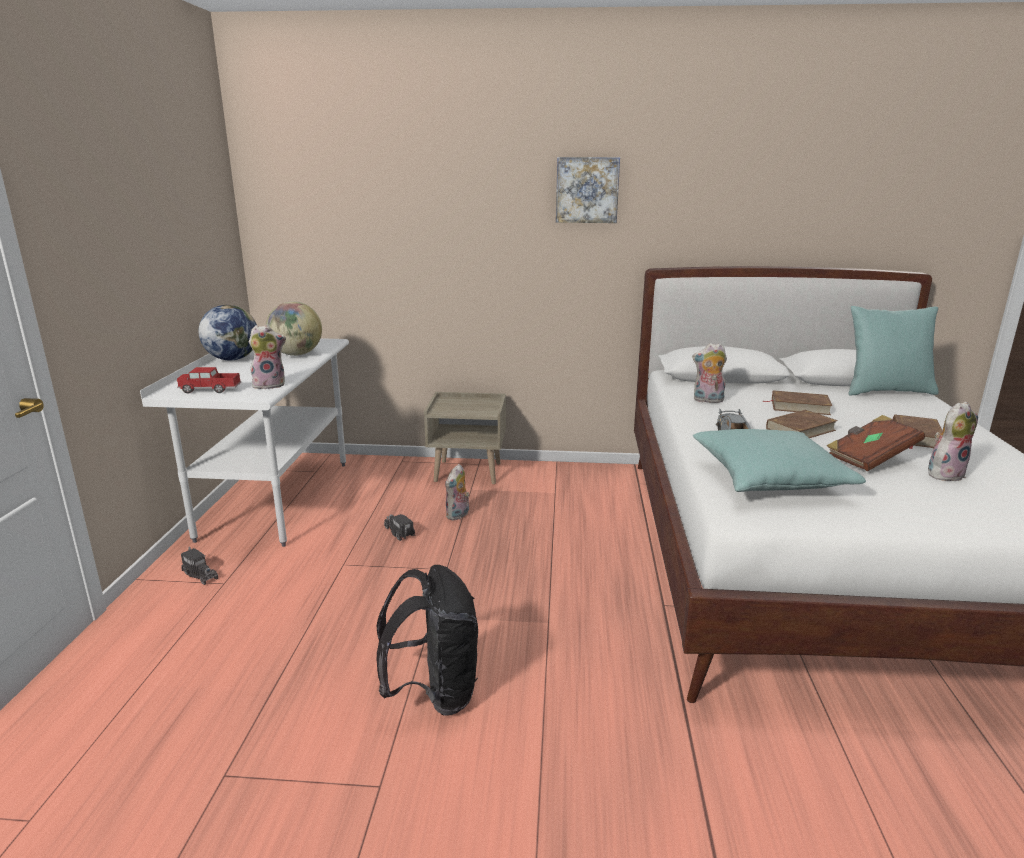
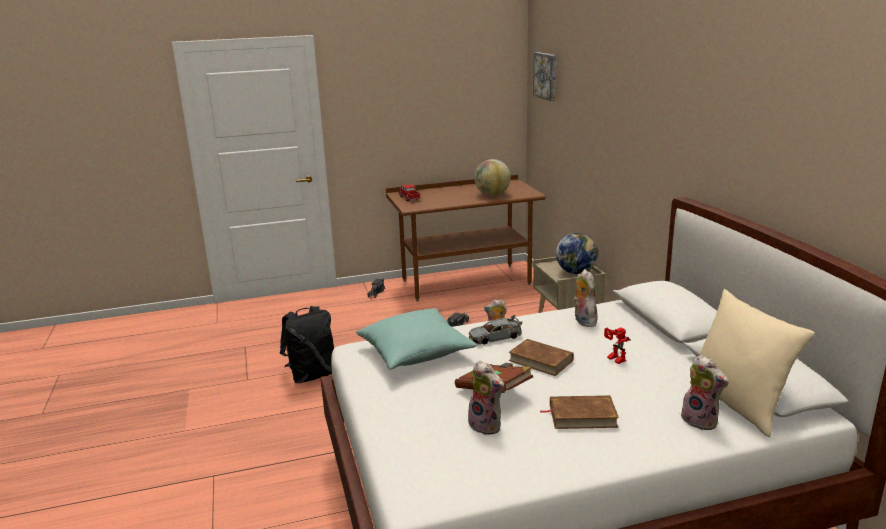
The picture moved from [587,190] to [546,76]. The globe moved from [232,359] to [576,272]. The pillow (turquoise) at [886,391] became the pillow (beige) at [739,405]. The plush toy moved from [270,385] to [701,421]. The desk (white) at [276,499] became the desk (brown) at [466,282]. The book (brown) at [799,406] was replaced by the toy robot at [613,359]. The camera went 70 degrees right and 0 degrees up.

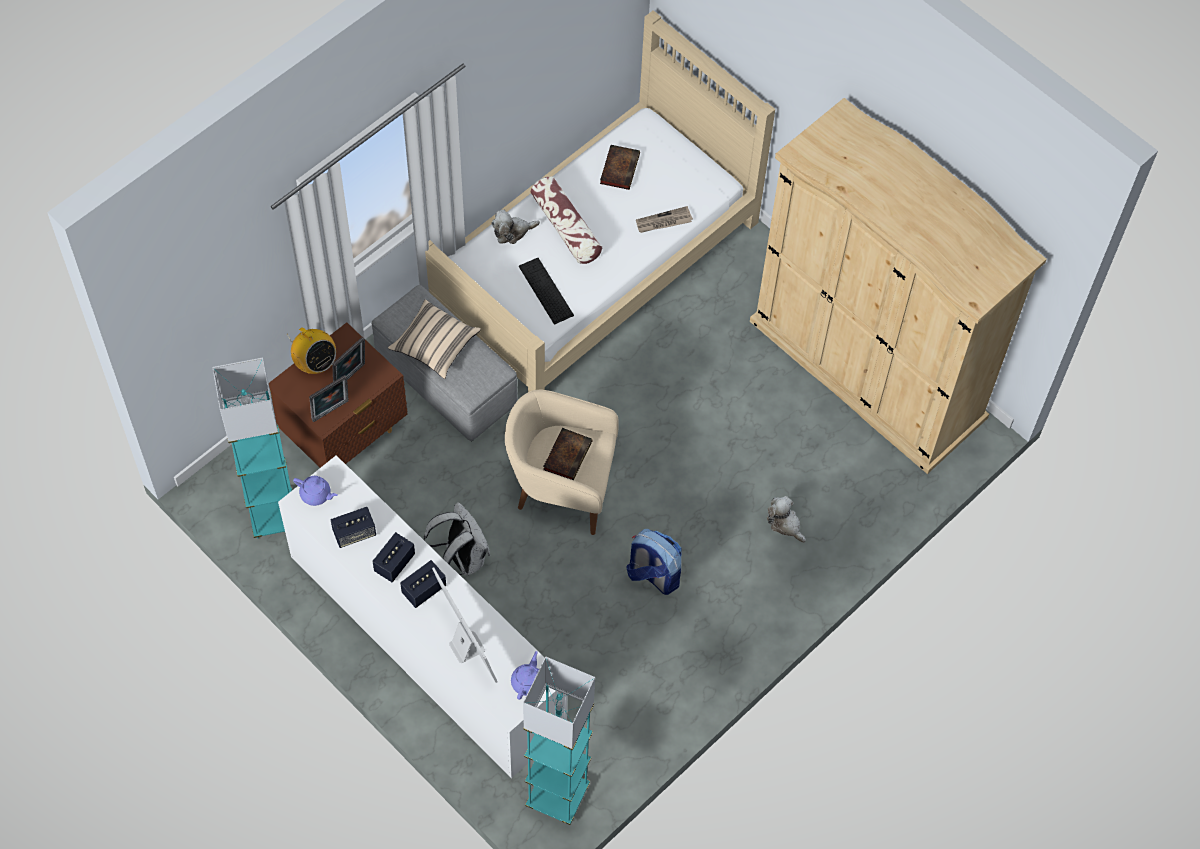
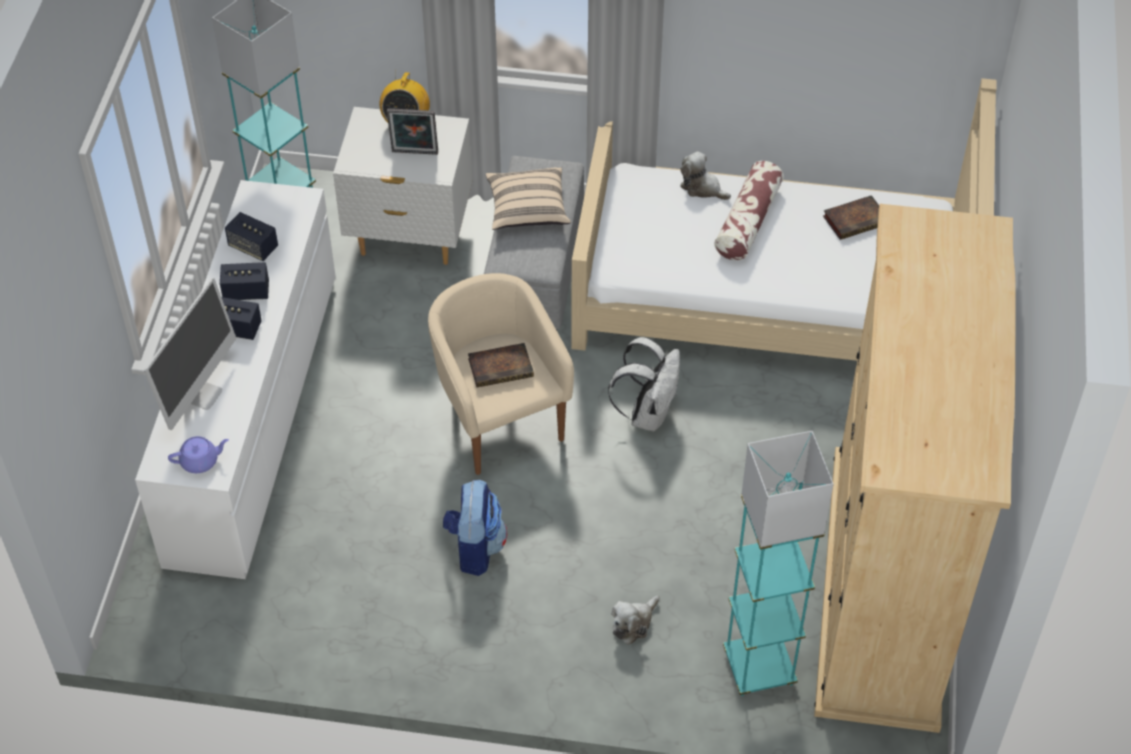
The newspaper at [663,222] disappeared. The keyboard at [546,291] disappeared. The nightstand (brown) at [344,437] became the nightstand (white) at [410,237]. The picture frame at [331,412] disappeared. The teapot (purple) at [316,494] disappeared. The plush toy at [785,524] turned 150 degrees counterclockwise. The backpack (white) moved from [462,558] to [648,413]. The floor lamp (turquoise) moved from [557,796] to [759,668]. The camera went 55 degrees right and 10 degrees down.

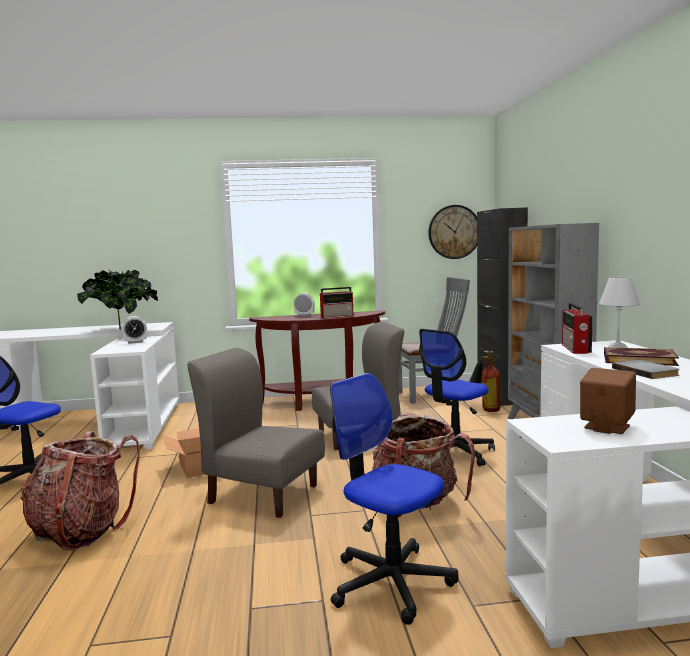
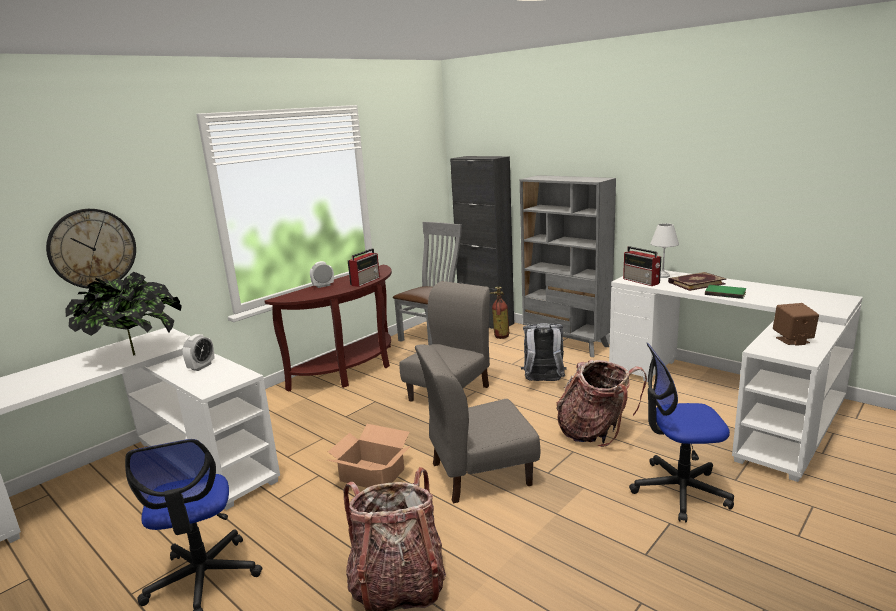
The wall clock moved from [454,232] to [92,248]. The office chair at [454,453] was replaced by the backpack (grey) at [543,382]. The book (grey) at [646,371] became the book (green) at [725,293]. The camera went 40 degrees left and 10 degrees up.

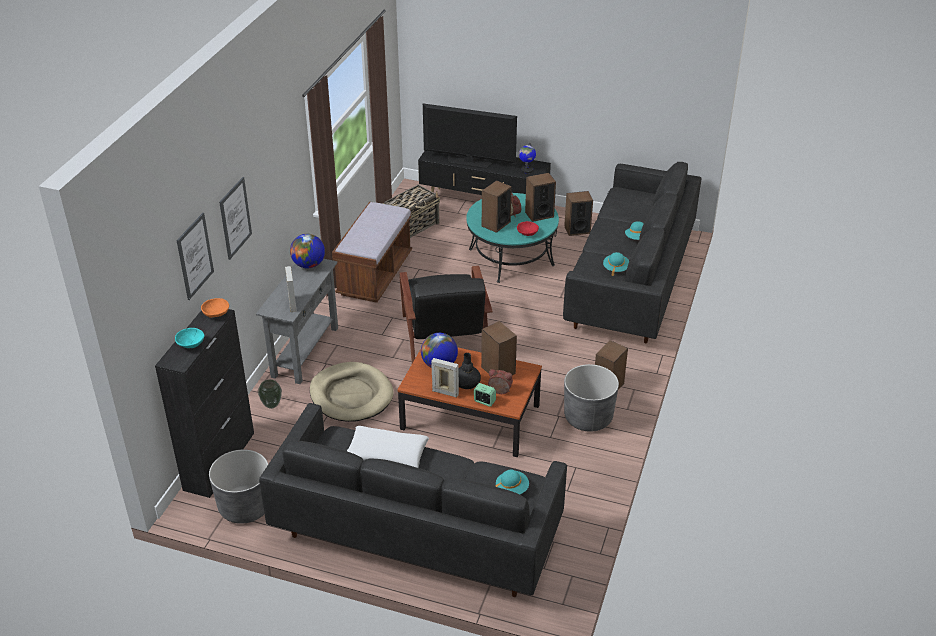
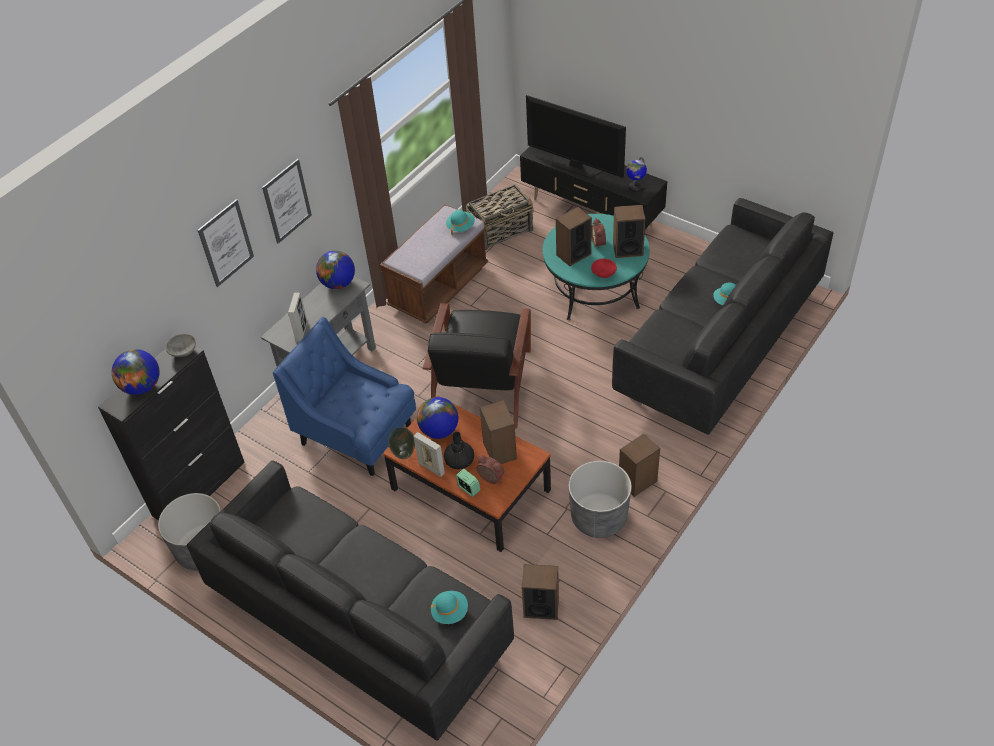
The speaker moved from [577,229] to [541,607]. The picture moved from [195,256] to [287,201]. The hat (turquoise) moved from [615,268] to [460,227]. The bowl (orange) at [216,314] became the bowl (grey) at [183,352]. The bowl (turquoise) at [190,345] was replaced by the globe at [142,386]. The dog bed (beige) at [351,395] was replaced by the armchair (blue) at [357,435]. The vase moved from [271,405] to [403,454]. The pillow (white) at [387,454] disappeared. The camera went 20 degrees right and 10 degrees up.

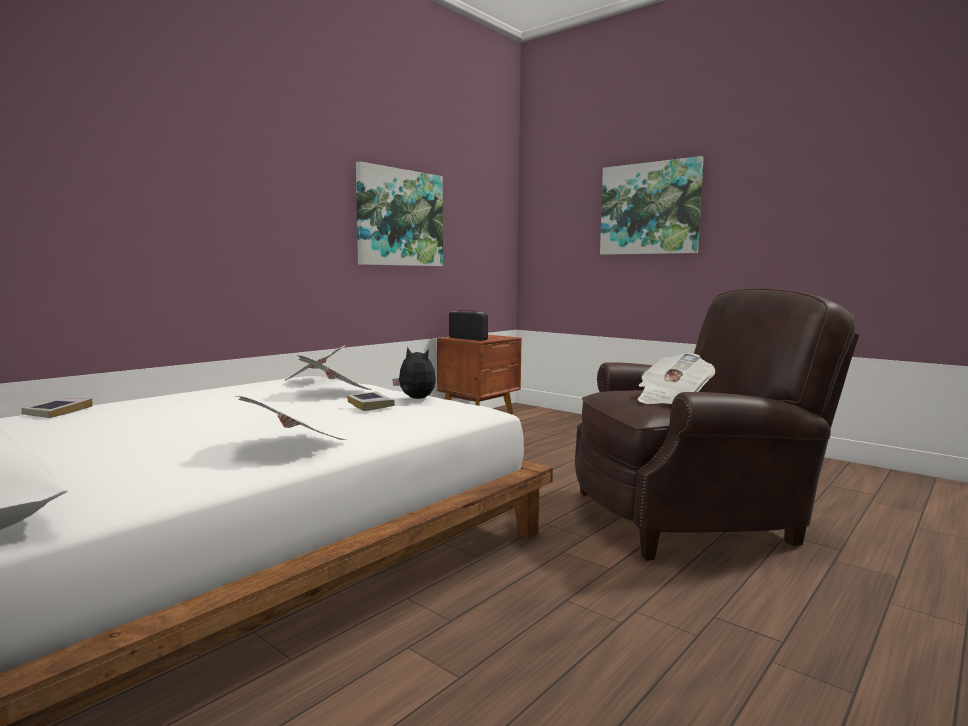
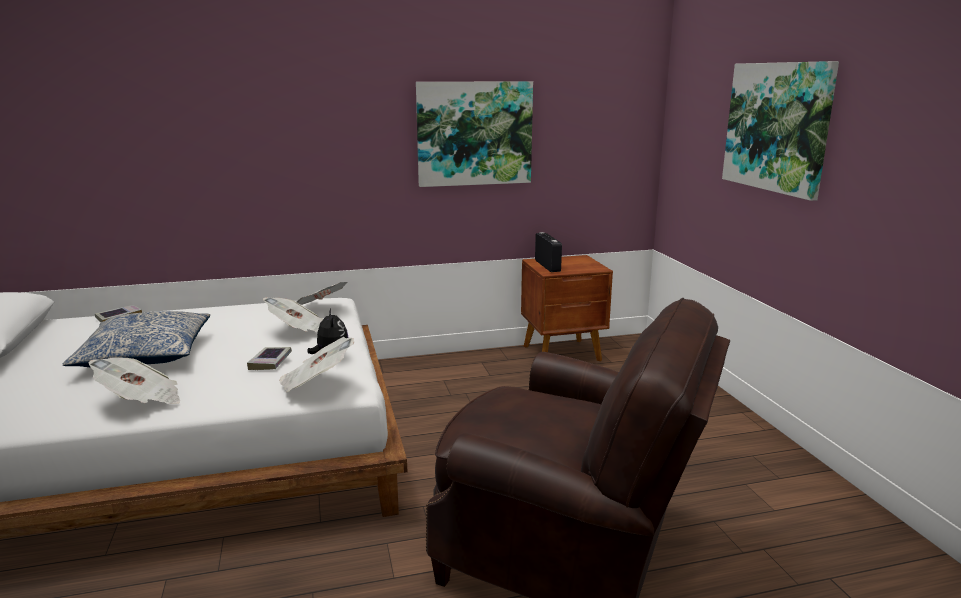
The newspaper moved from [671,399] to [316,382]. The pillow at [145,354] appeared. The camera went 35 degrees right and 10 degrees up.

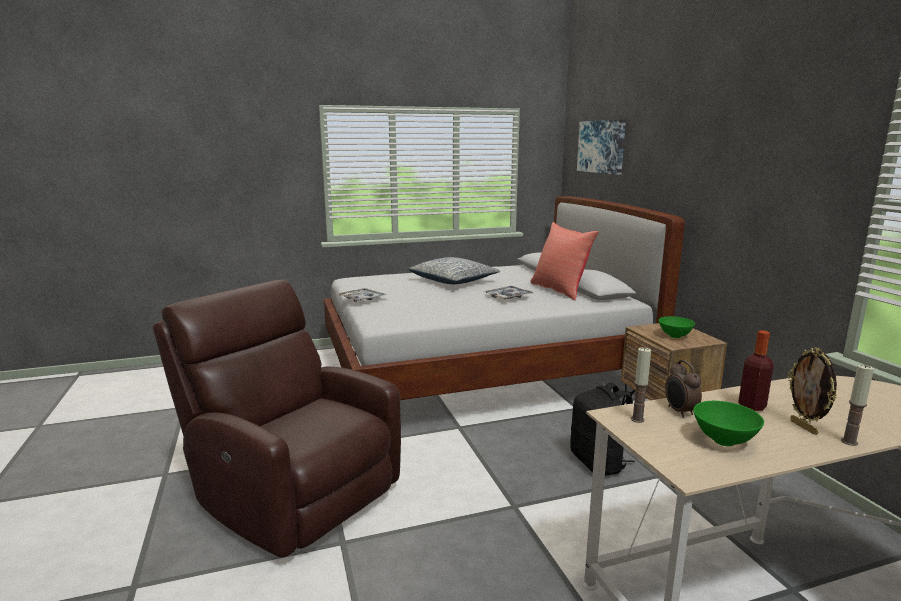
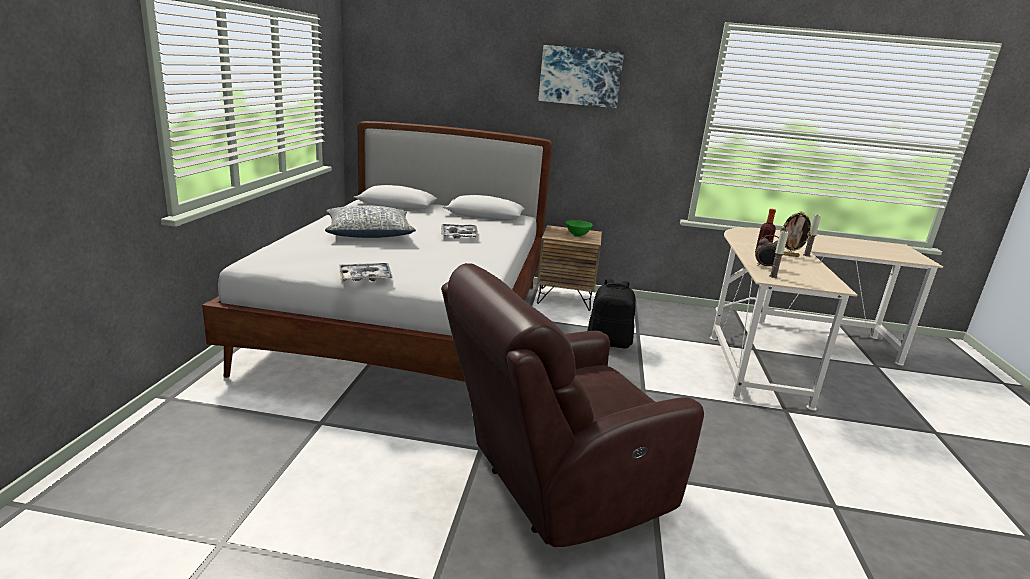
The picture moved from [602,146] to [580,76]. The pillow (red) at [560,290] disappeared. The bowl (green) at [723,441] disappeared. The camera went 65 degrees left and 5 degrees up.

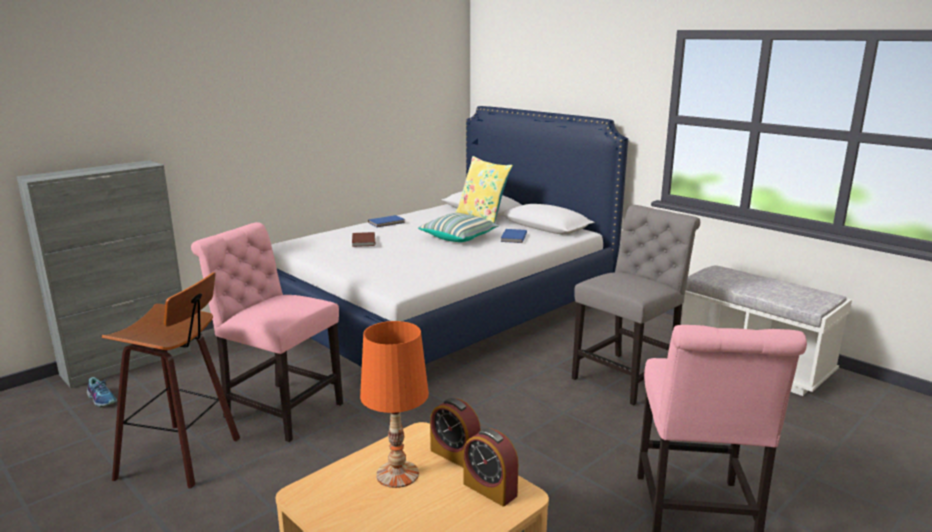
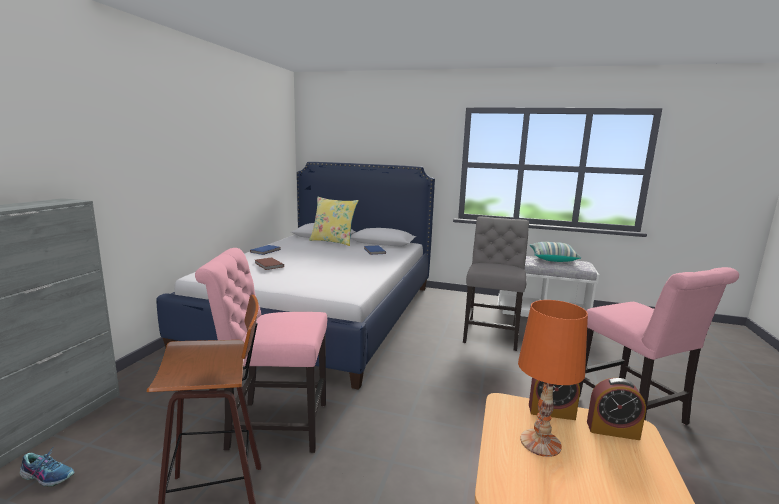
The pillow moved from [459,237] to [552,259]. The camera went 30 degrees left and 5 degrees down.

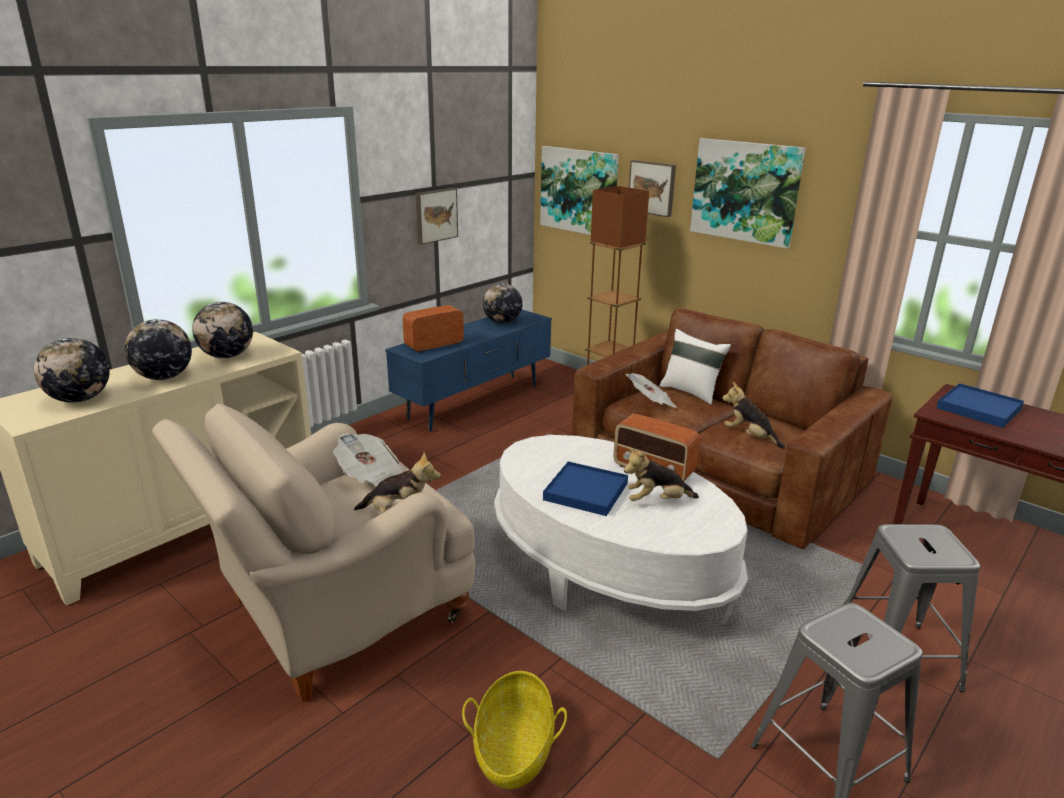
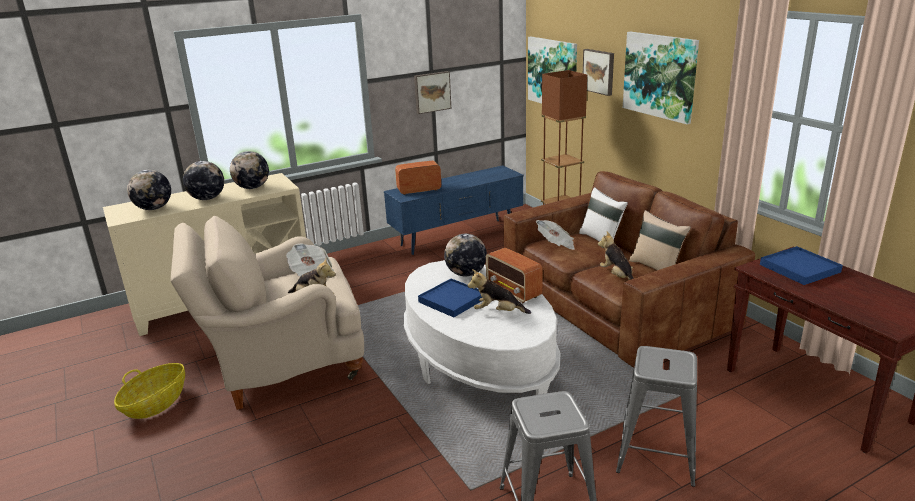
The globe moved from [502,322] to [466,274]. The basket moved from [514,750] to [156,404]. The pillow (beige) at [656,267] appeared. The camera went 20 degrees right and 0 degrees up.

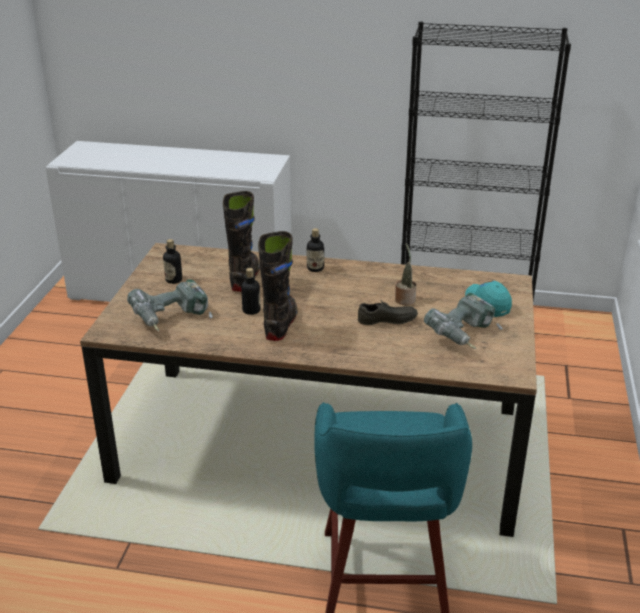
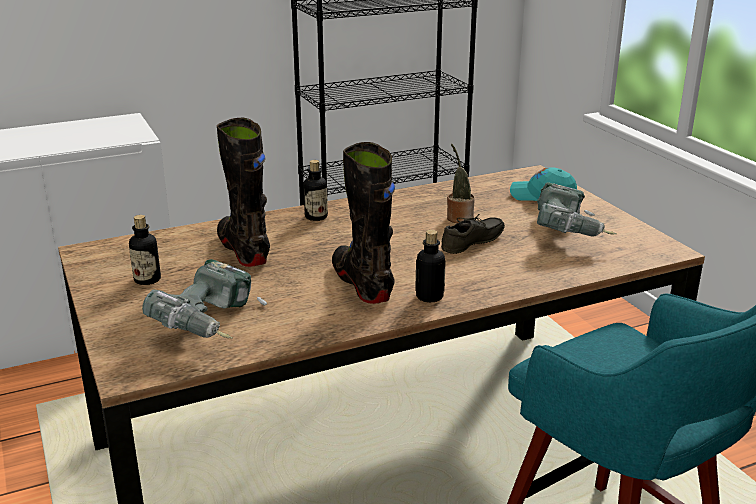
The bottle moved from [251,310] to [429,296]. The camera went 35 degrees left and 5 degrees down.

